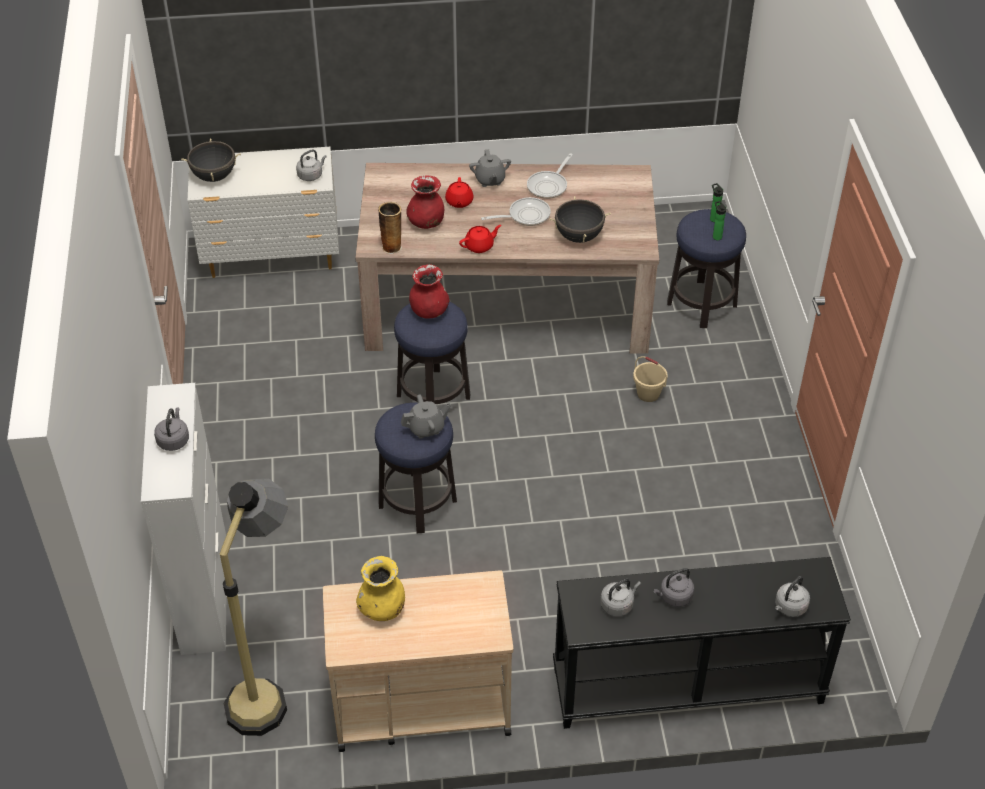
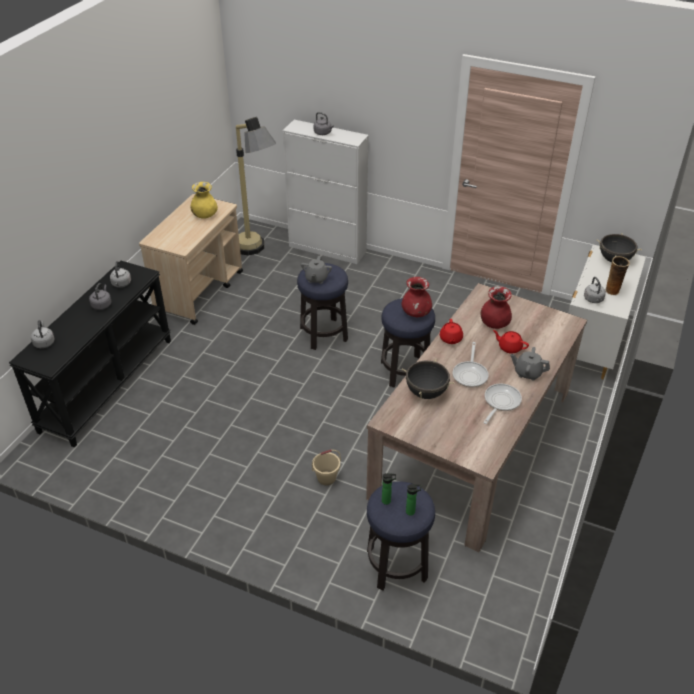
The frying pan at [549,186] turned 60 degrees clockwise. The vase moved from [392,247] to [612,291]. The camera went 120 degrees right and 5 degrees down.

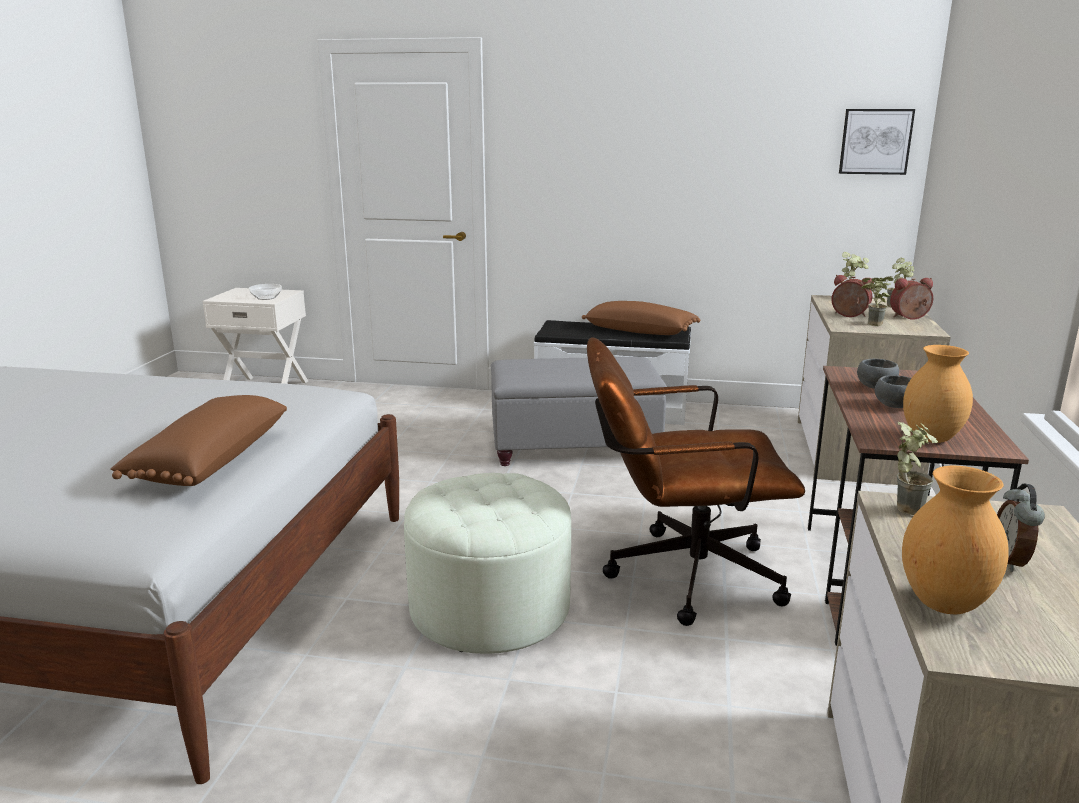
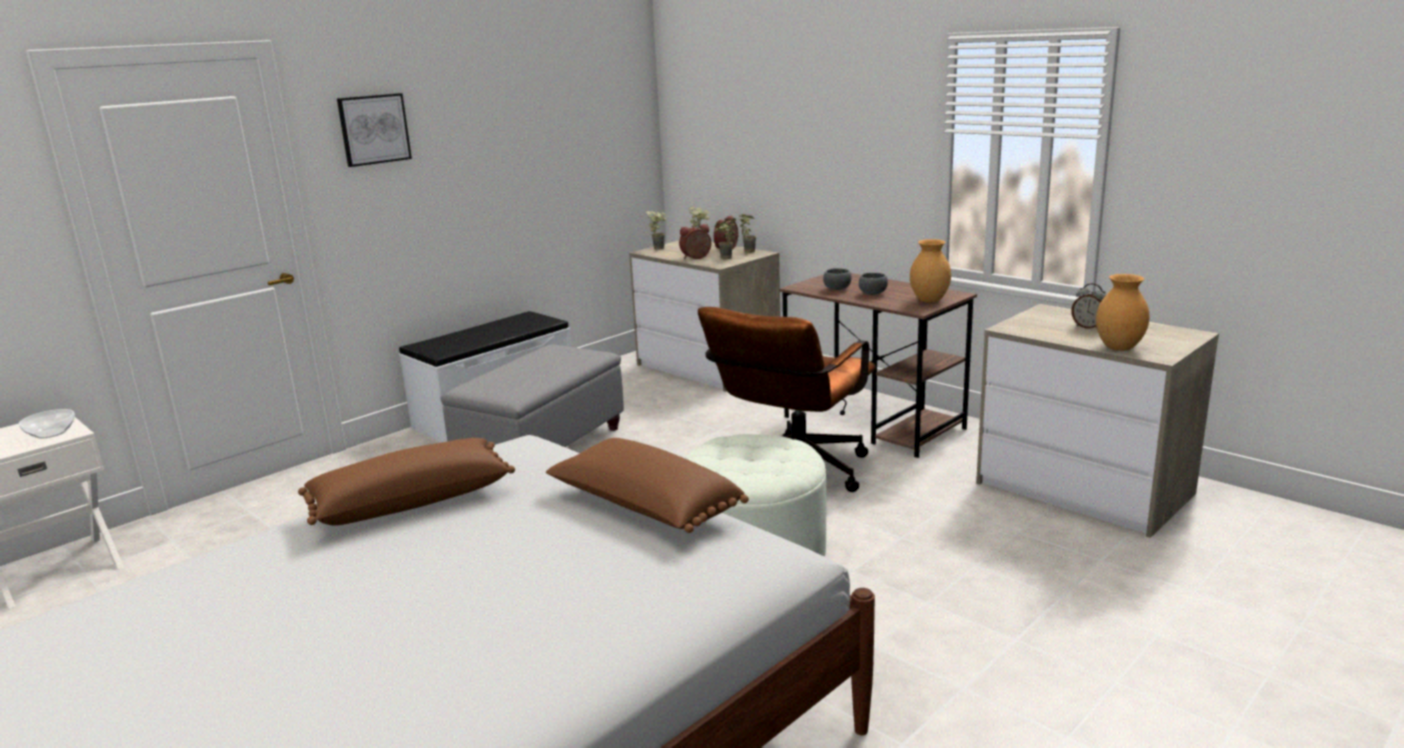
The picture moved from [875,141] to [374,129]. The pillow (brown) moved from [640,331] to [411,501]. The potted plant moved from [906,506] to [746,251]. The camera went 55 degrees left and 0 degrees up.

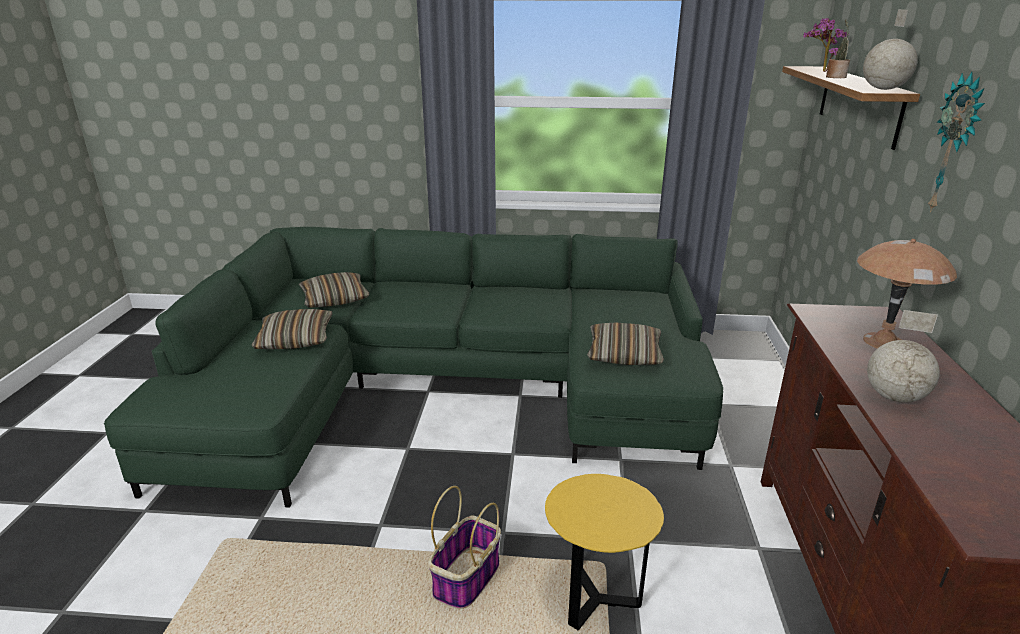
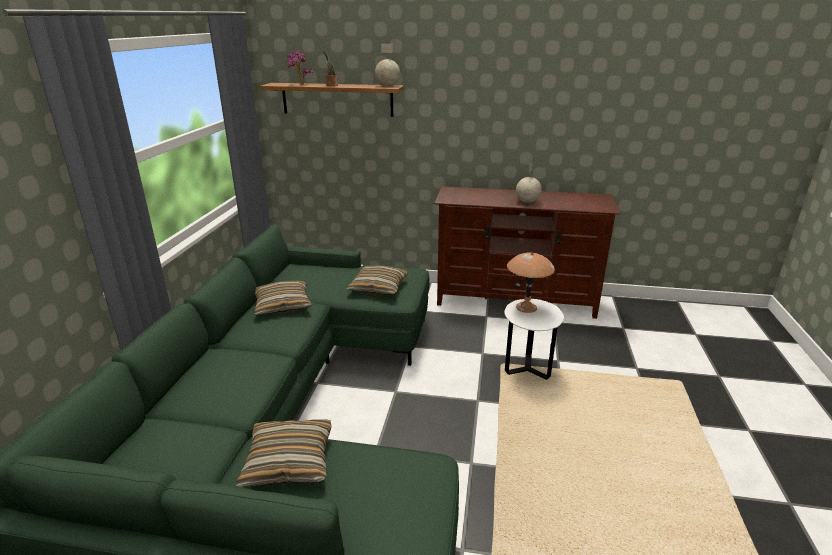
The wall clock at [956,145] disappeared. The table lamp (brown) moved from [883,342] to [526,307]. The pillow moved from [334,299] to [282,305]. The side table (yellow) at [596,600] became the side table (white) at [527,369]. The basket at [466,579] disappeared. The camera went 85 degrees left and 0 degrees up.

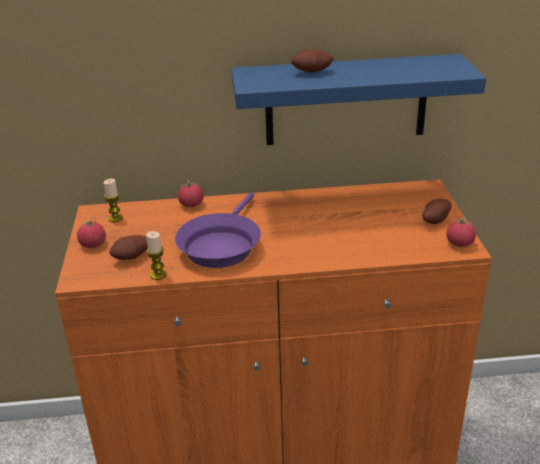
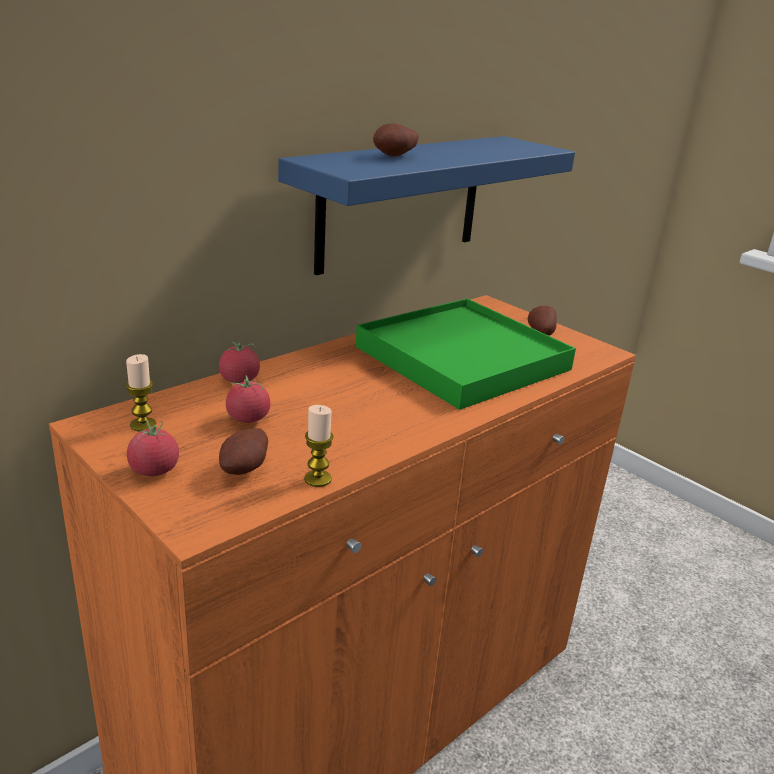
The frying pan (purple) at [221,245] disappeared. The tomato moved from [459,243] to [248,418]. The tray (green) at [462,358] appeared. The camera went 40 degrees left and 5 degrees down.

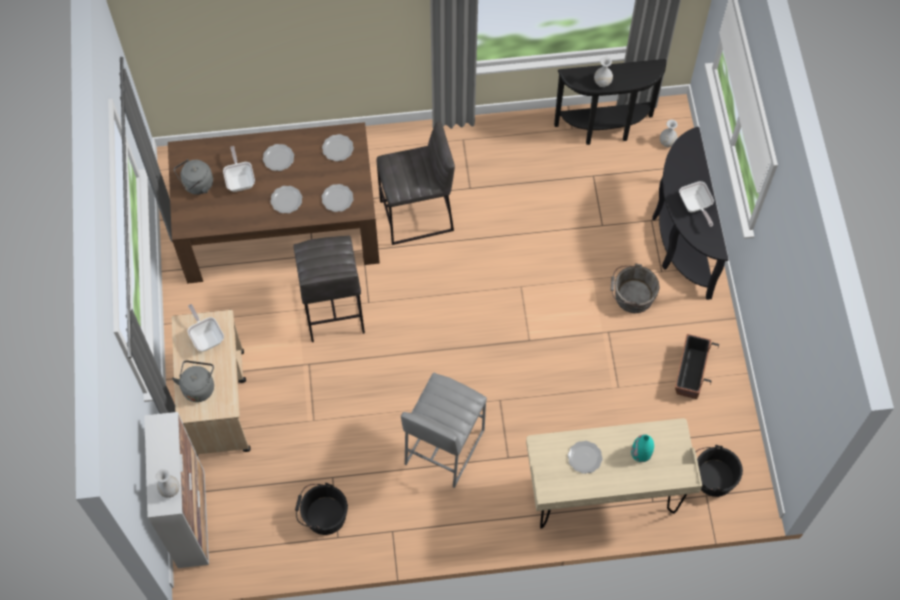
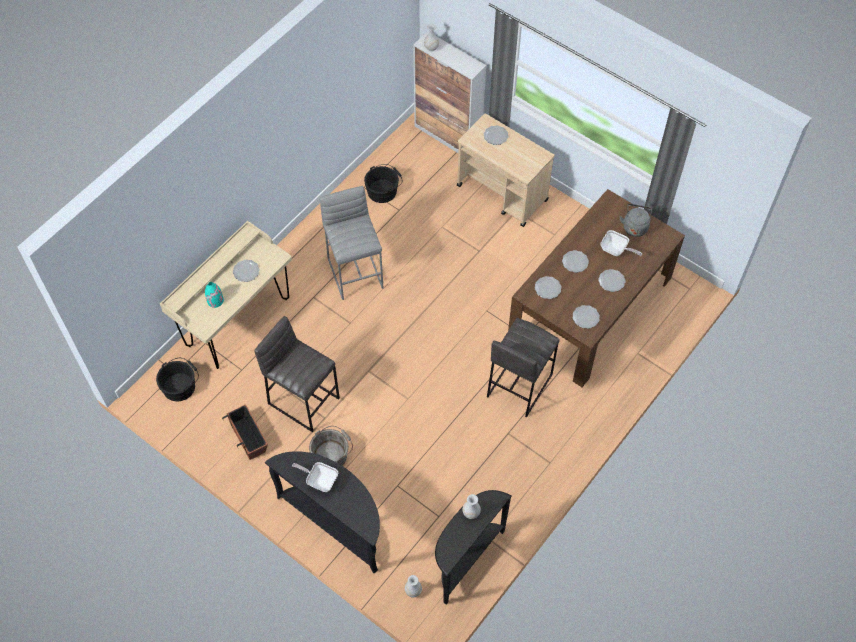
The stool (grey) moved from [332,309] to [303,400]. The frying pan at [206,336] disappeared. The kettle (grey) at [198,386] was replaced by the plate at [495,136]. The camera went 135 degrees right and 5 degrees down.

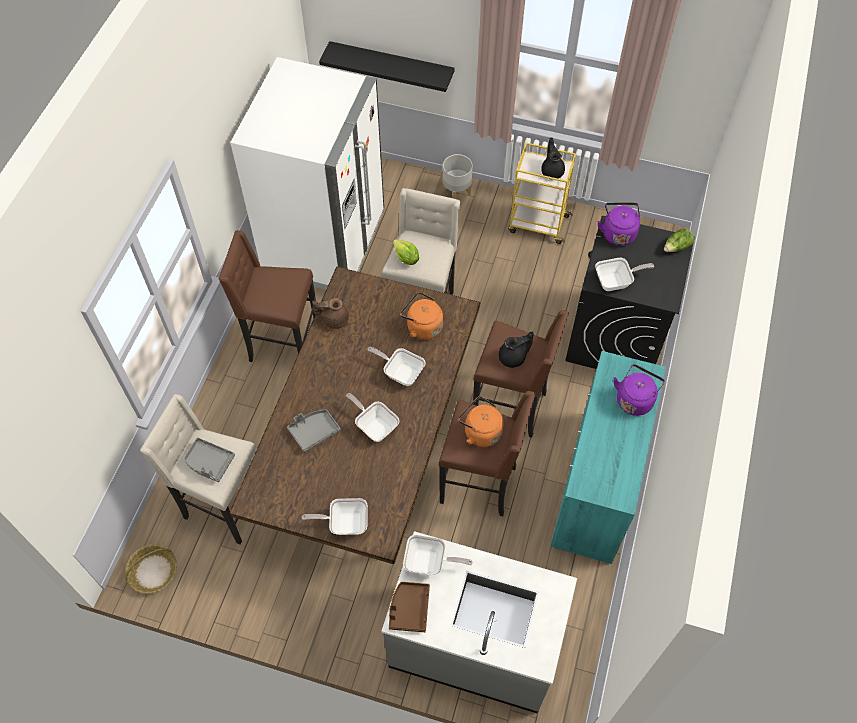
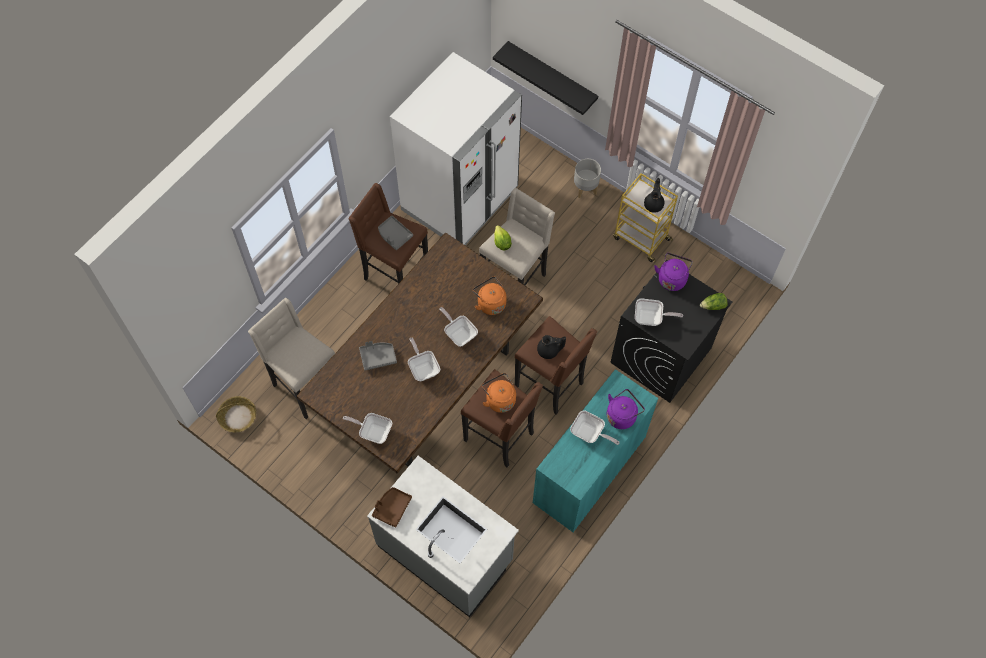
The teapot (brown) at [334,319] disappeared. The tray (grey) moved from [209,462] to [394,235]. The frying pan moved from [429,562] to [589,434]. The camera went 20 degrees right and 5 degrees up.

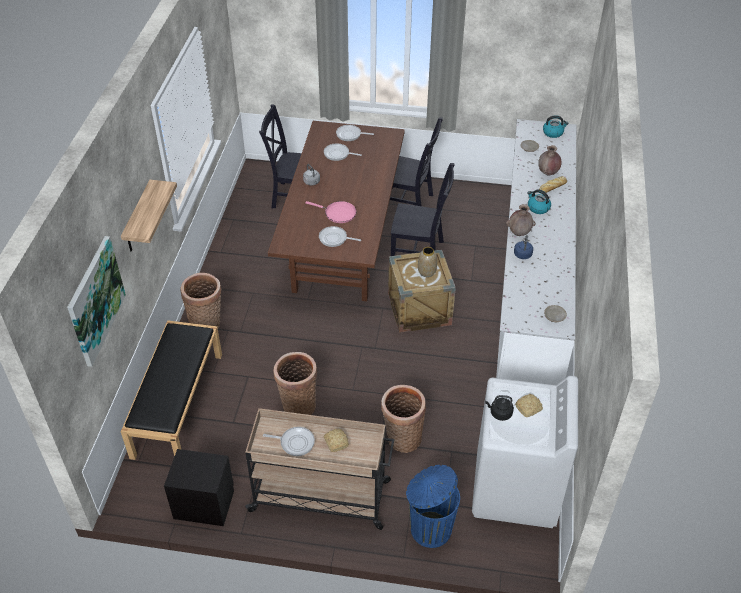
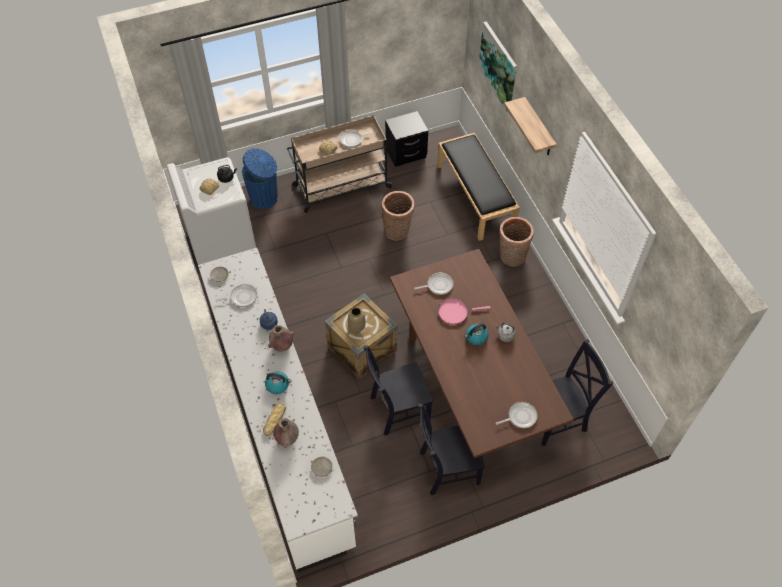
The kettle moved from [553,132] to [476,337]. The frying pan moved from [338,154] to [242,297]. The basket at [401,438] disappeared. The camera went 150 degrees right and 10 degrees up.

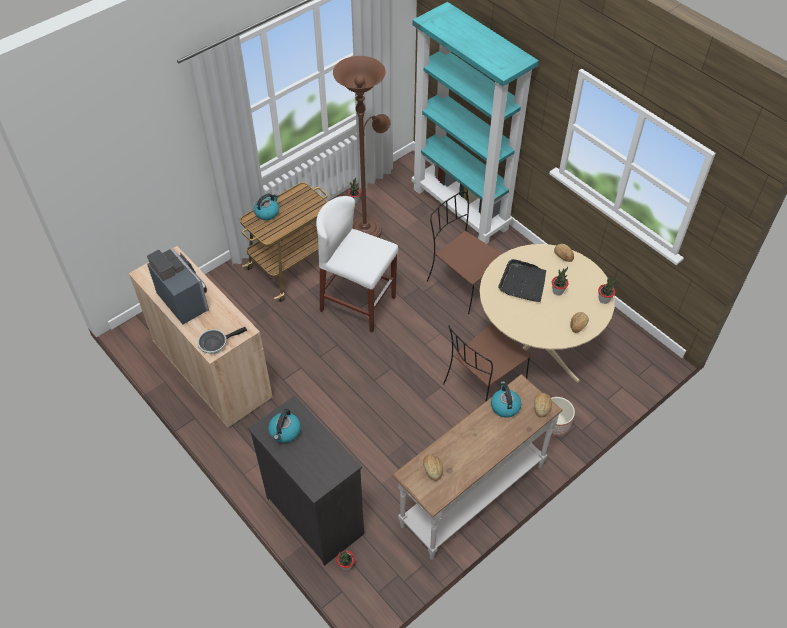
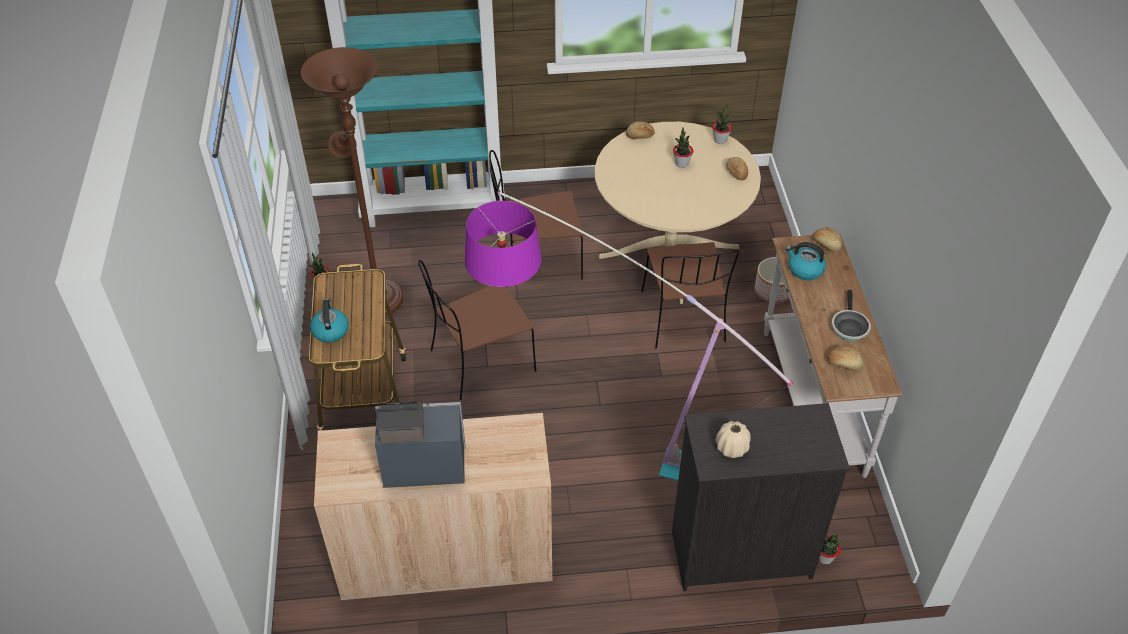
The stool (white) at [358,304] was replaced by the chair (brown) at [480,362]. The tray (black) at [523,283] disappeared. The frying pan moved from [215,343] to [849,326]. The kettle at [285,432] was replaced by the vase (beige) at [731,448]. The floor lamp at [590,443] appeared. The camera went 55 degrees left and 5 degrees down.

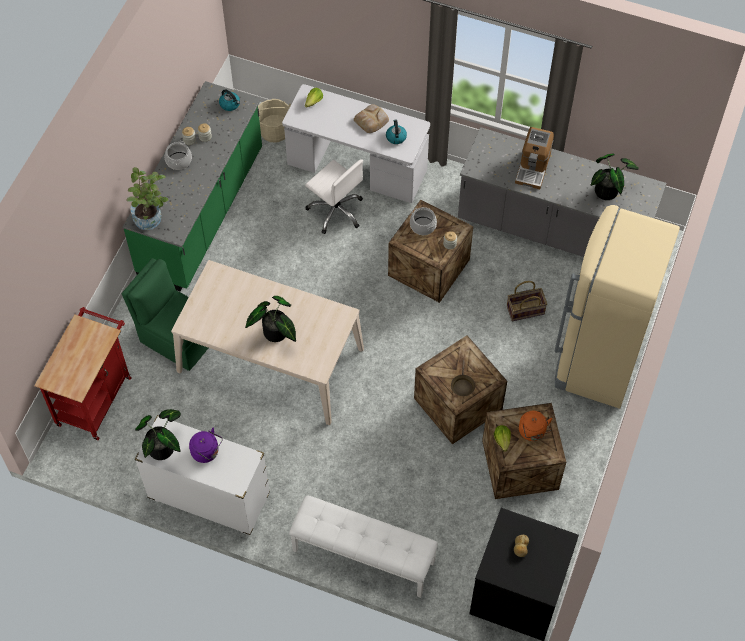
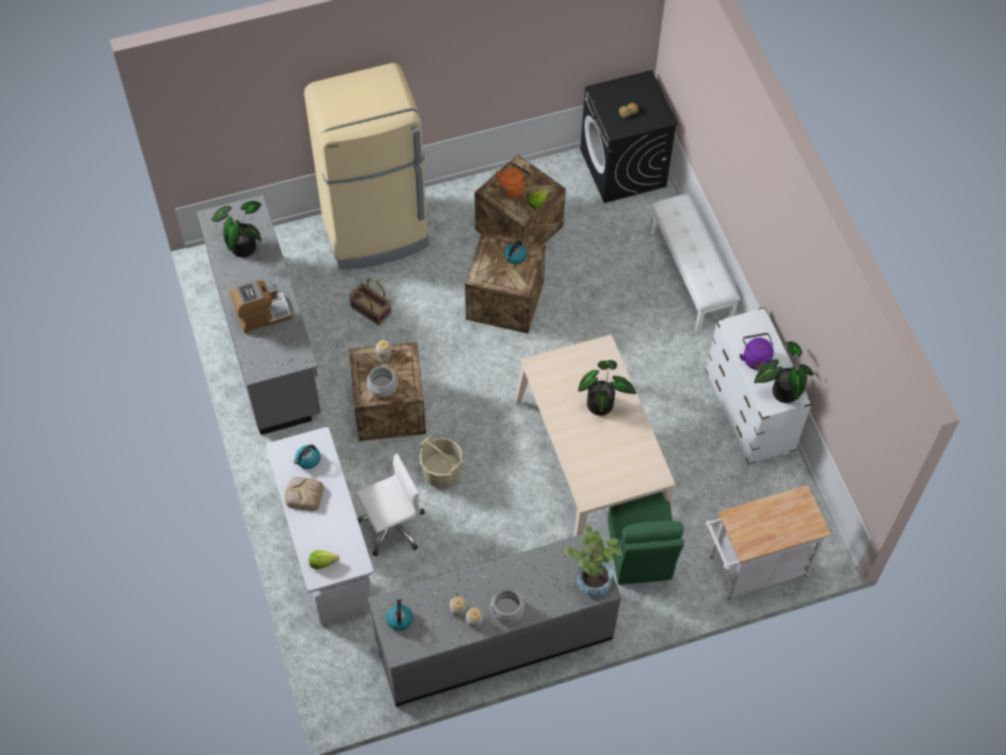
The counter (green) at [203,213] became the counter (grey) at [494,640]. The bucket (beige) moved from [274,131] to [442,472]. The office chair (white) at [336,211] turned 60 degrees clockwise. The cart (red) at [96,396] became the cart (white) at [752,569]. The frying pan (brown) at [462,385] was replaced by the kettle at [515,257]. The camera went 130 degrees left and 0 degrees up.

